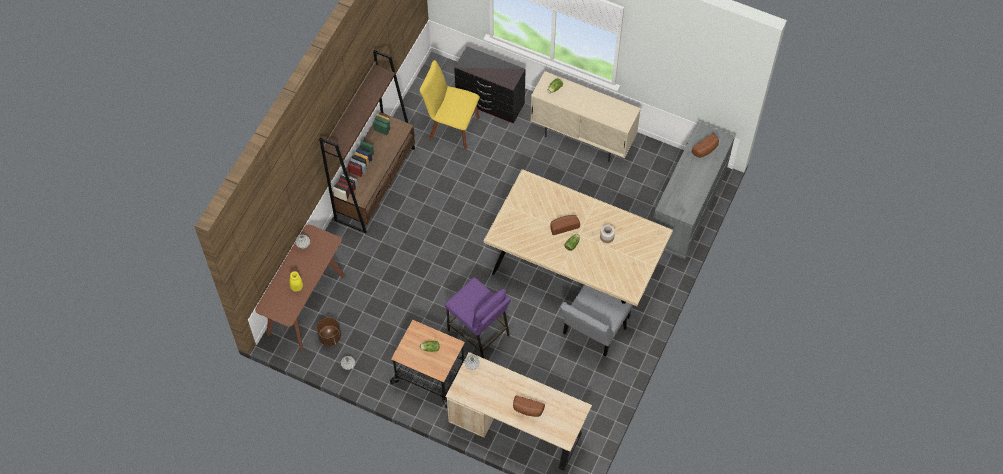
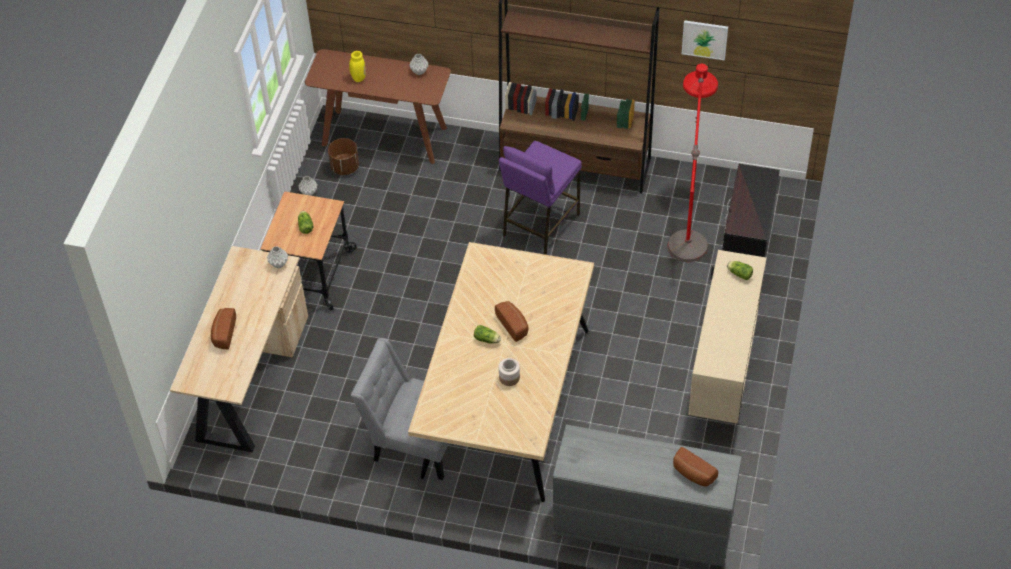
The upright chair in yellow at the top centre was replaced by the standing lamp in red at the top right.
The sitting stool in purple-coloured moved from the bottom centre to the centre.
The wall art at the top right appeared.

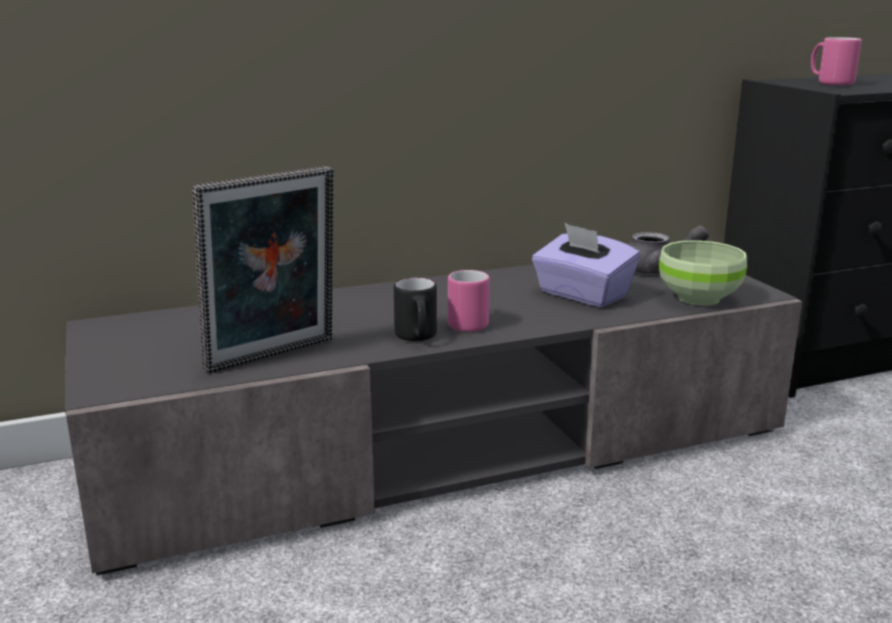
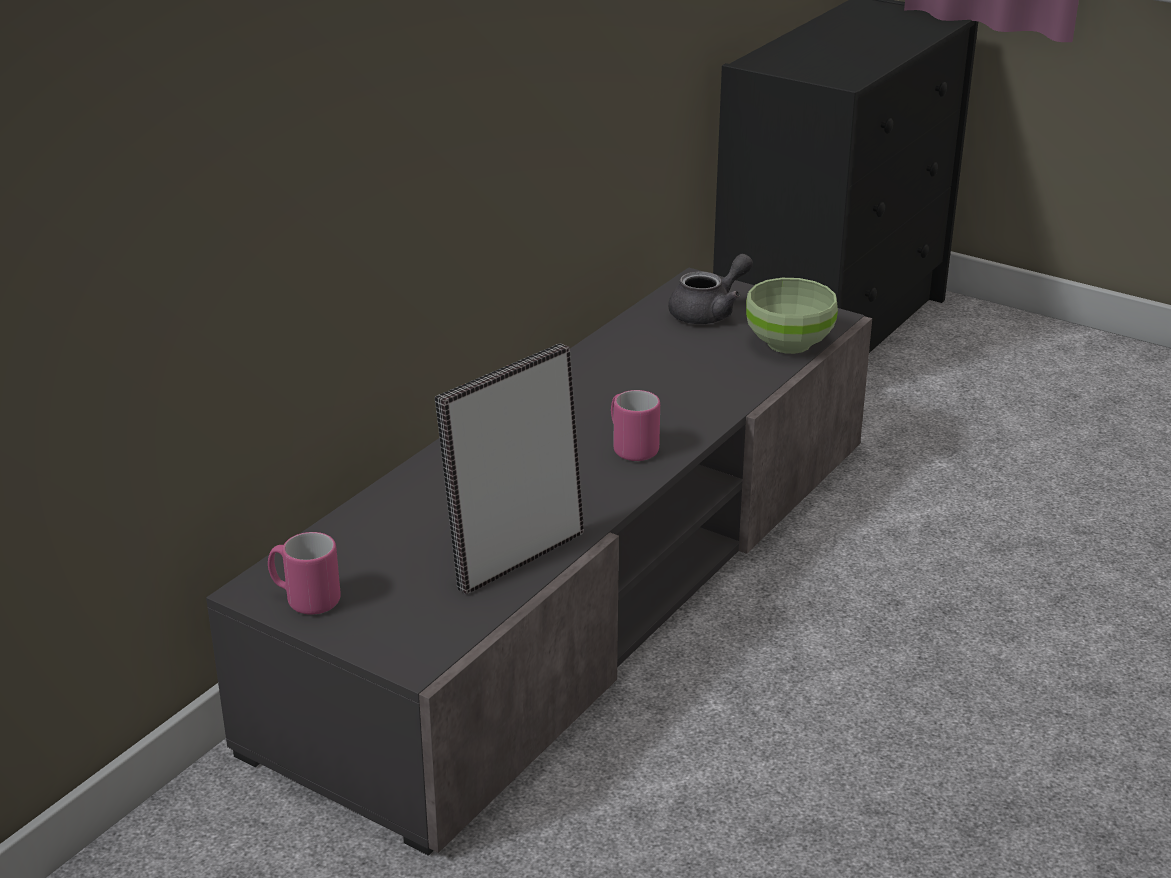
The picture frame at the middle left turned 150 degrees counterclockwise.
The mug in black-coloured at the centre disappeared.
The tissue holder in purple-coloured at the centre disappeared.
The mug in pink-coloured (no. 2 from left in the first image) moved from the top right to the middle left.

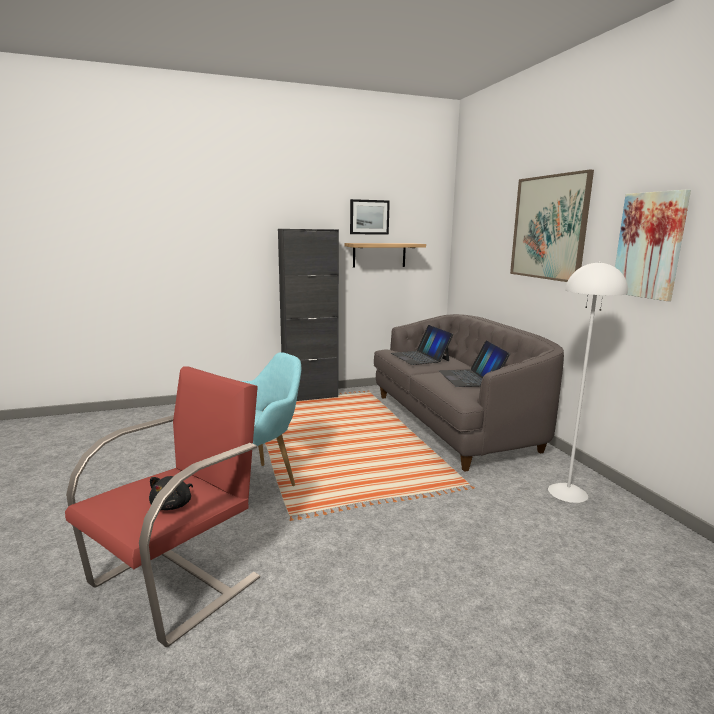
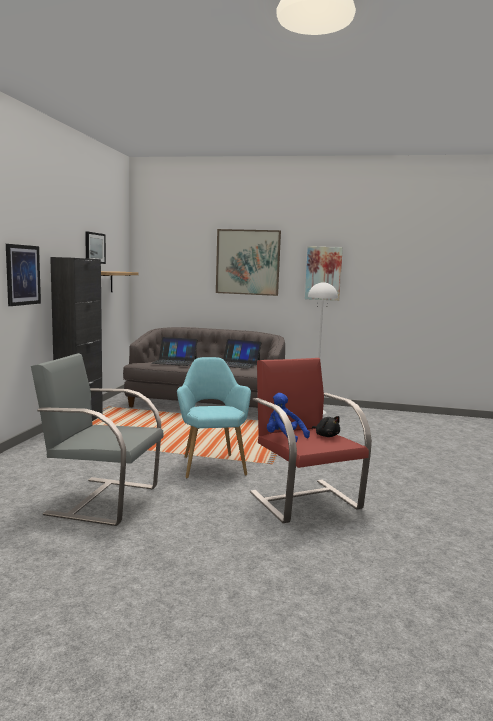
The wall art (no. 1 from left) at the middle left appeared.
The easy chair in grey at the middle left appeared.
The plush toy in blue-coloured at the centre appeared.

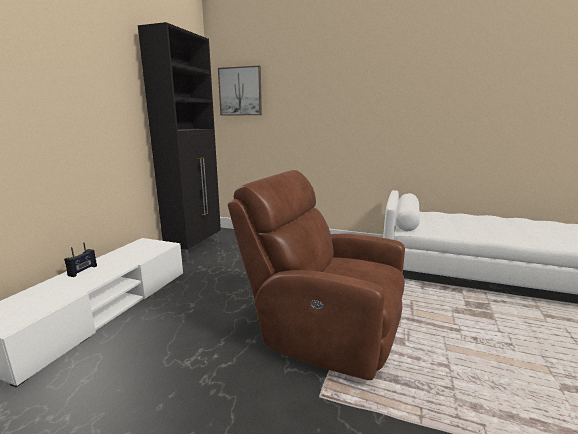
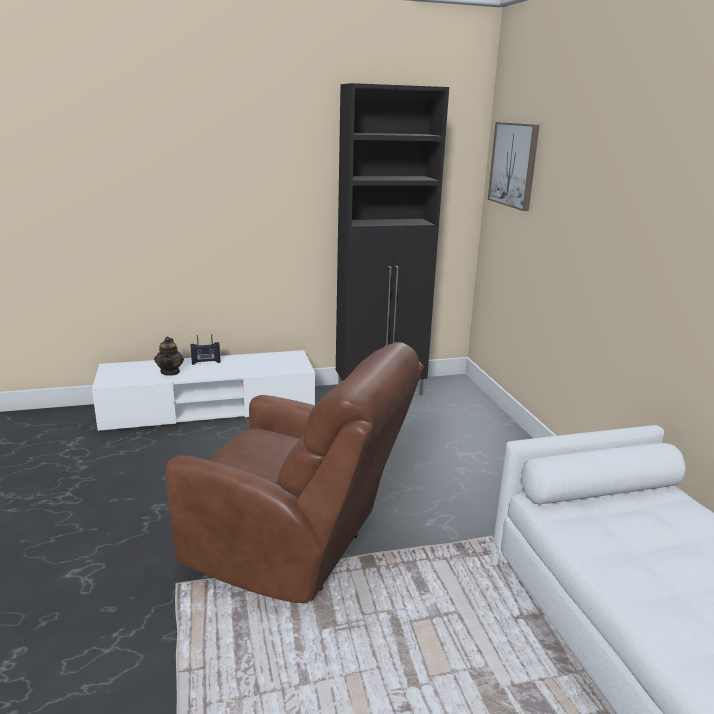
The easy chair in brown-coloured at the centre turned 120 degrees clockwise.
The teapot at the middle left appeared.

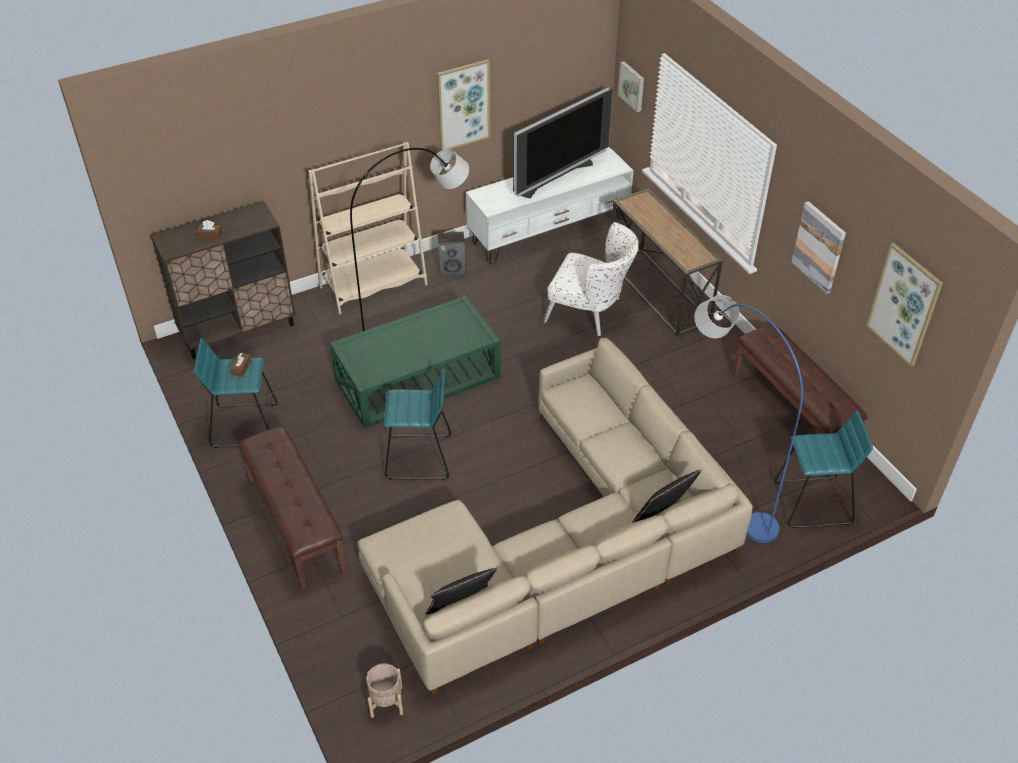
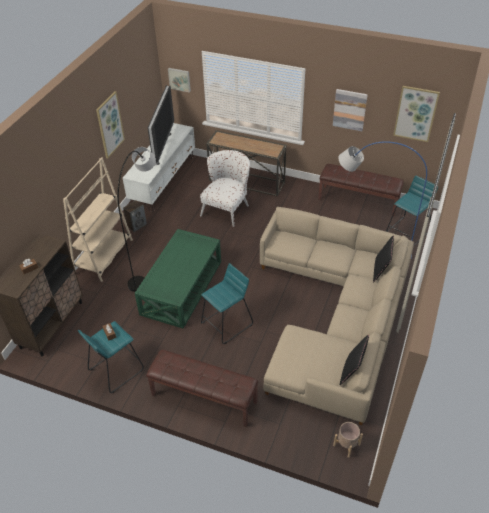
The easy chair in white-coloured at the centre turned 45 degrees counterclockwise.

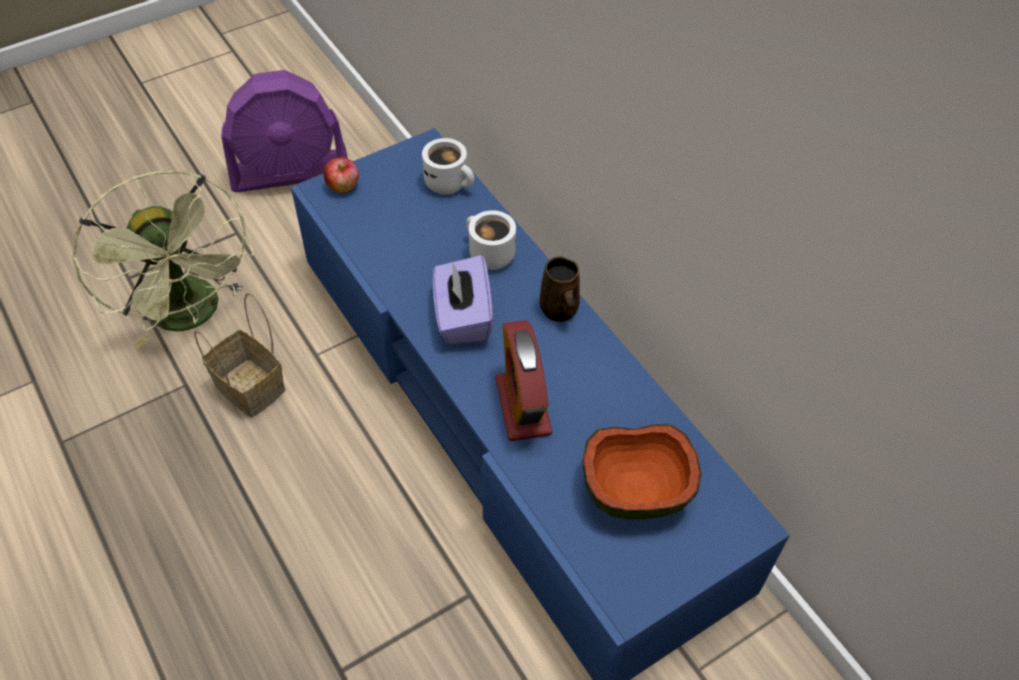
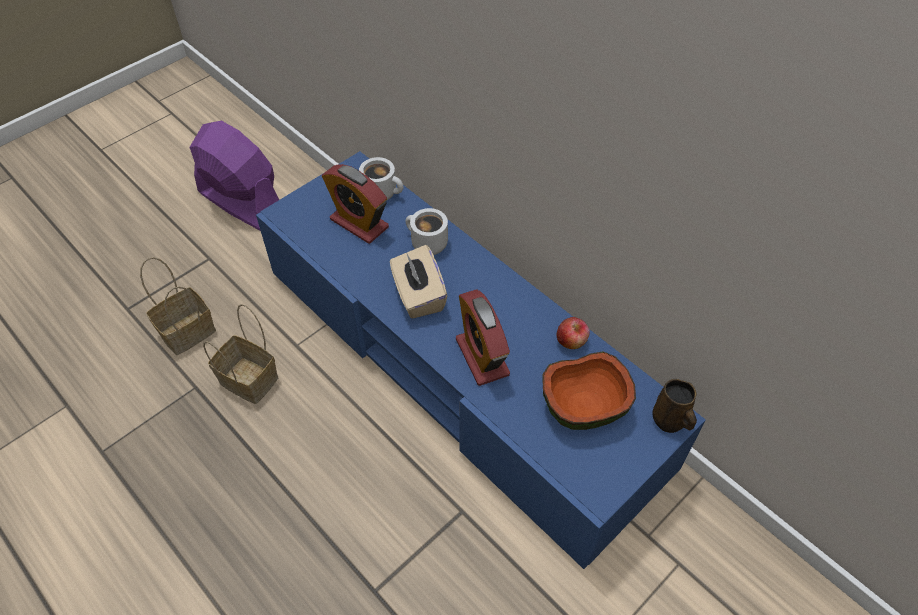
The electric fan in greenish at the middle left was replaced by the basket (no. 1 from left) at the middle left.
The electric fan in purple-coloured at the top left turned 120 degrees counterclockwise.
The apple moved from the top centre to the centre.
The tissue holder in purple-coloured at the centre became the tissue holder in sand-coloured at the centre.
The mug in brown-coloured moved from the centre to the middle right.
The bedside clock (no. 1 from left) at the top centre appeared.

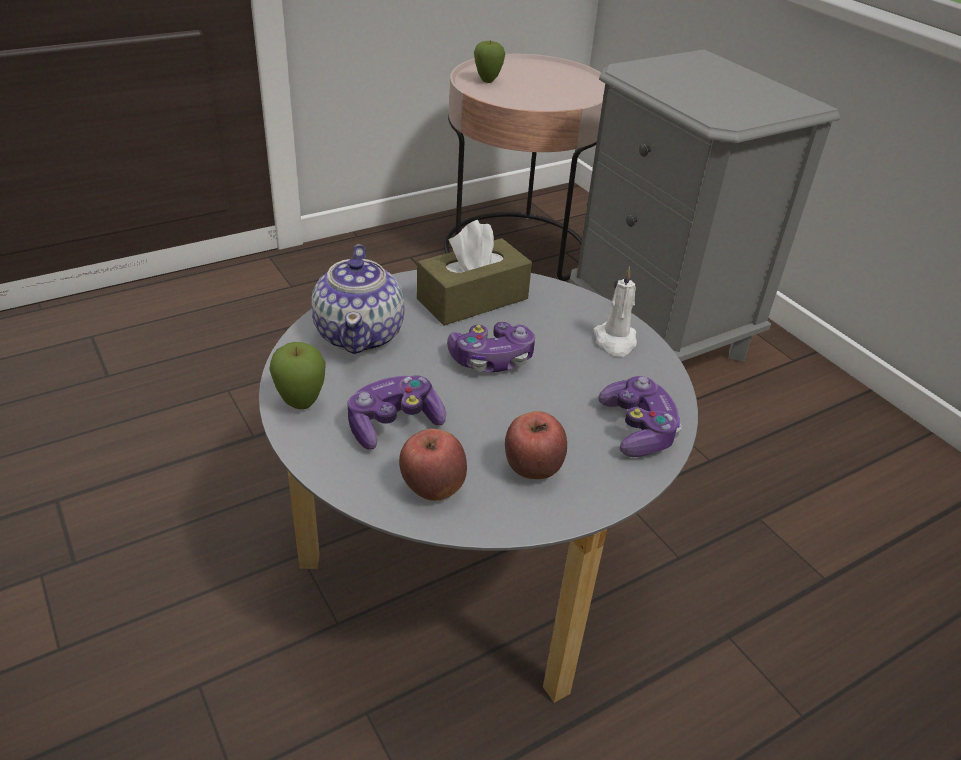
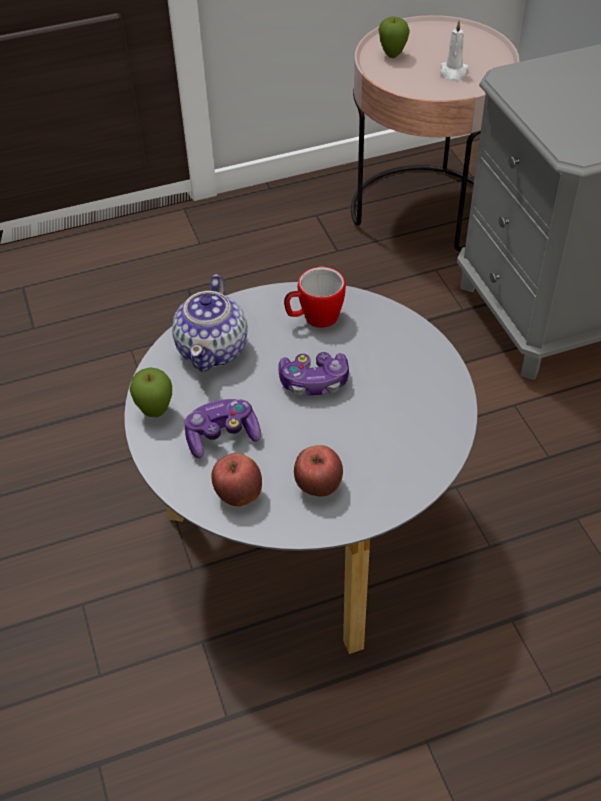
The tissue holder in brown-coloured at the centre was replaced by the mug at the centre.
The candle in white-coloured moved from the centre to the top right.
The joypad (no. 3 from left) at the centre disappeared.

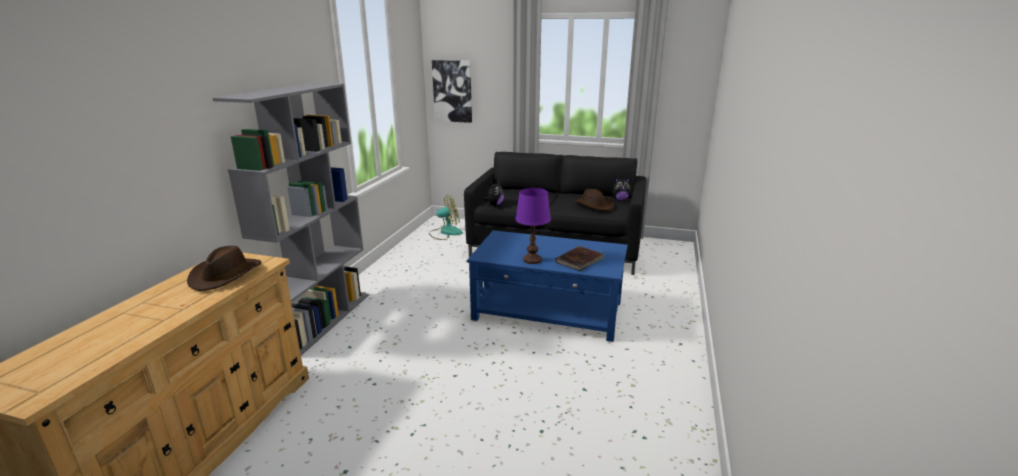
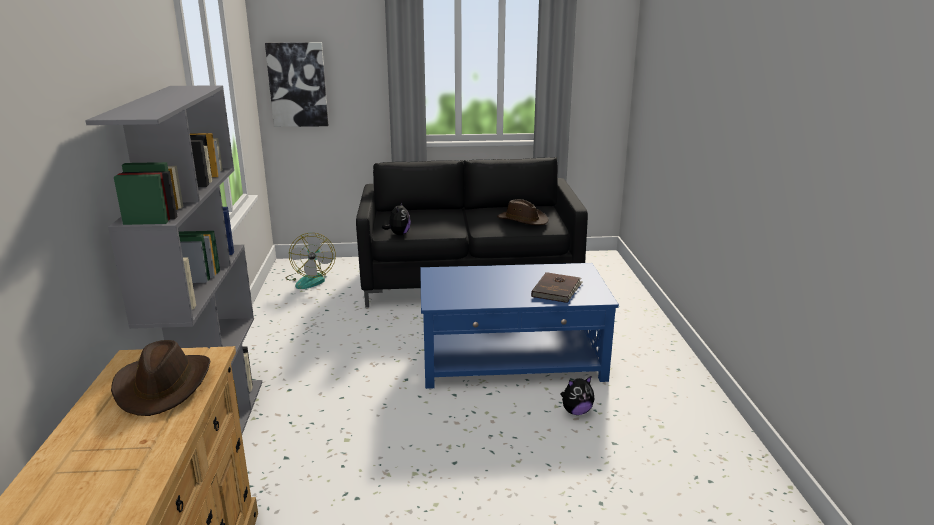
The electric fan at the centre turned 120 degrees clockwise.
The tabletop lamp in purple-coloured at the centre disappeared.
The plush toy (no. 2 from left) moved from the centre to the bottom centre.

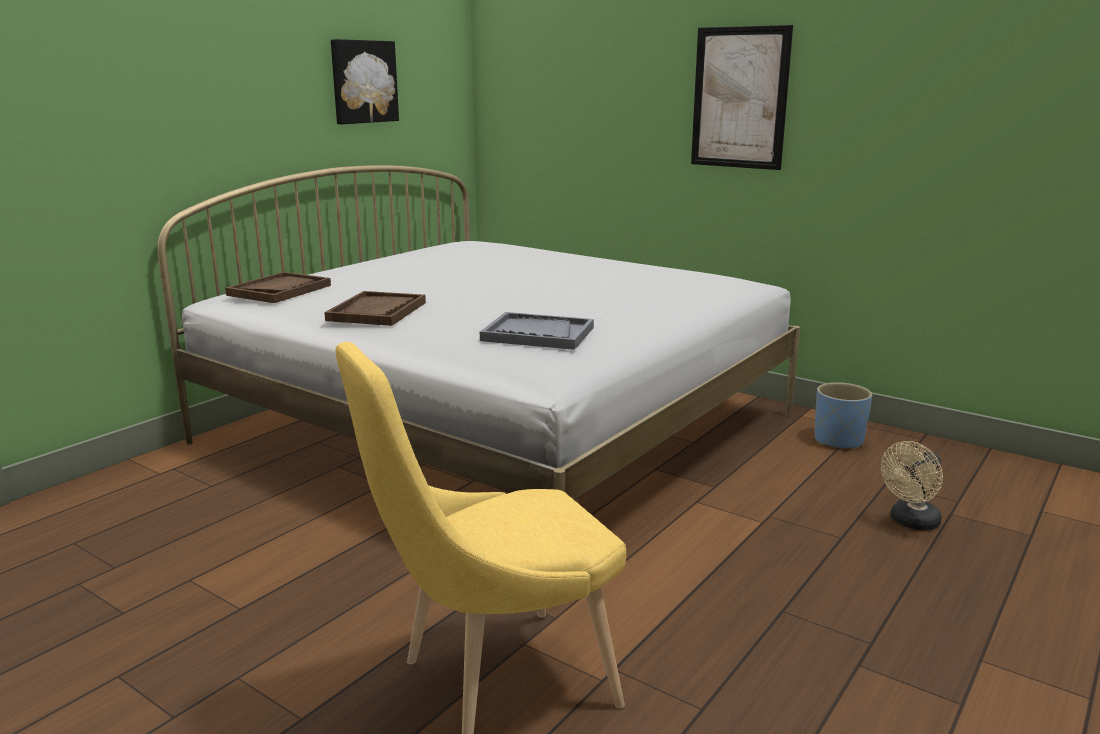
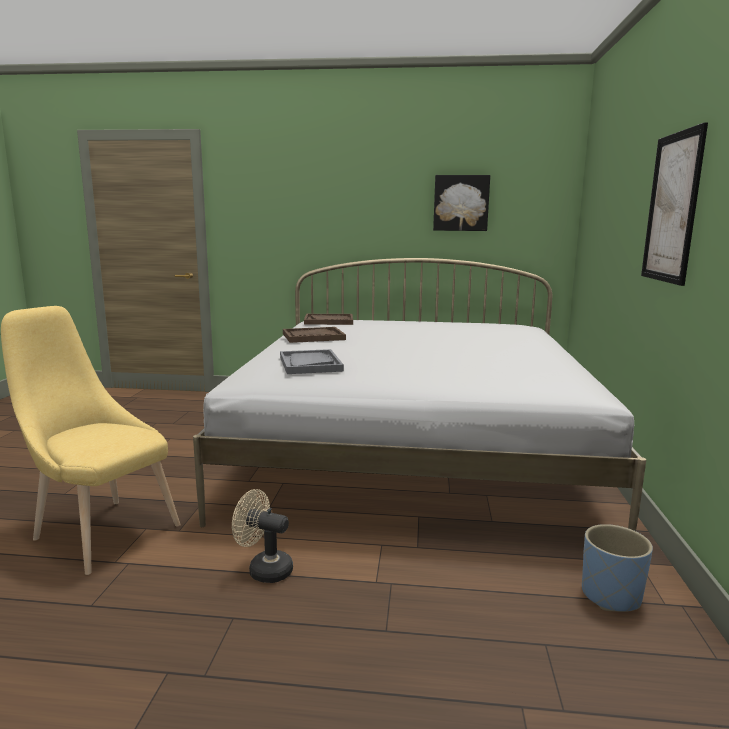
The electric fan in sand-coloured moved from the middle right to the bottom centre.

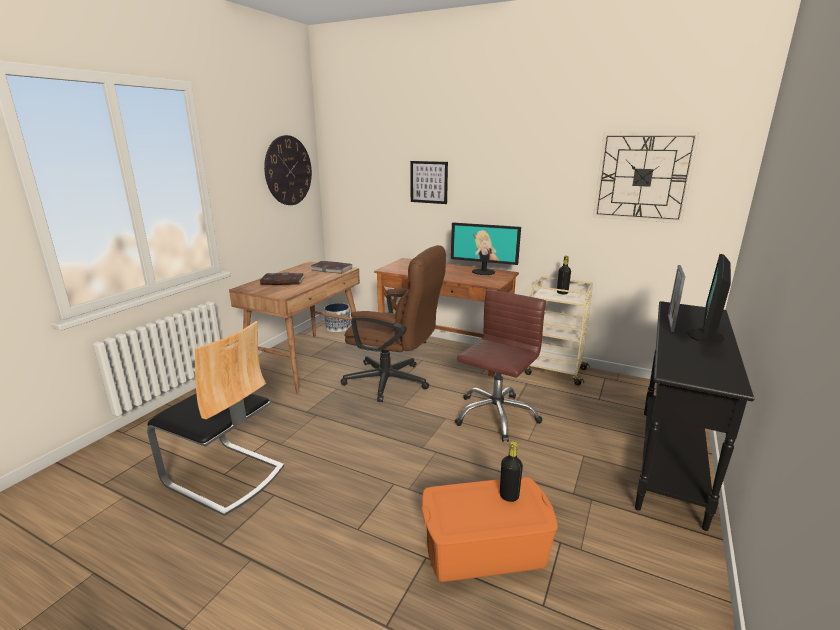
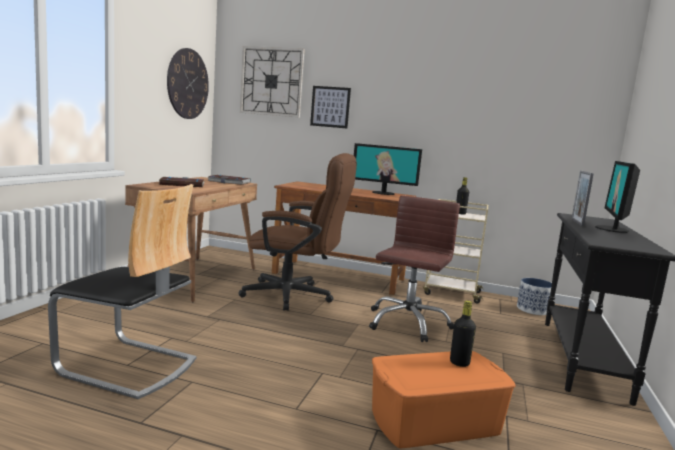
The plant pot moved from the centre to the middle right.
The clock on the wall (no. 2 from left) moved from the top right to the top centre.

